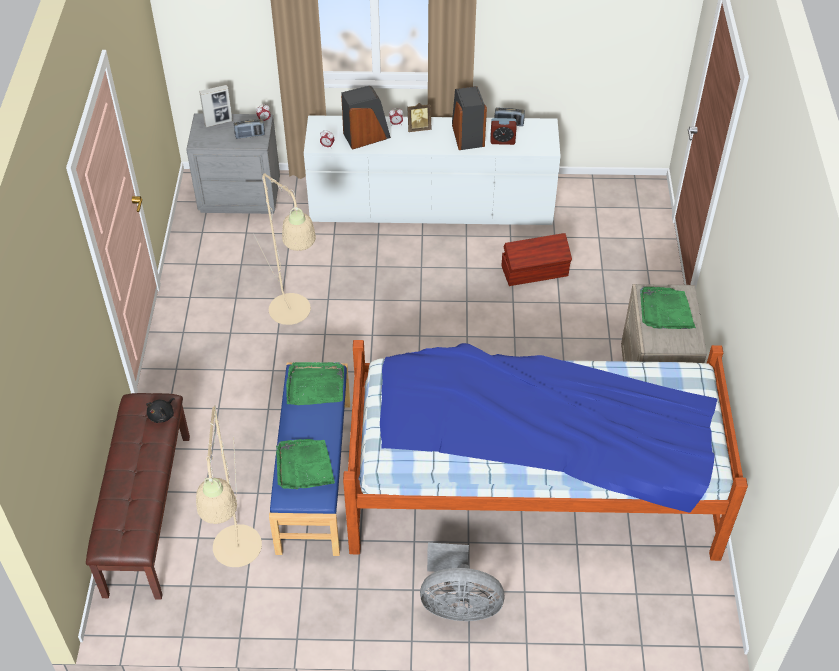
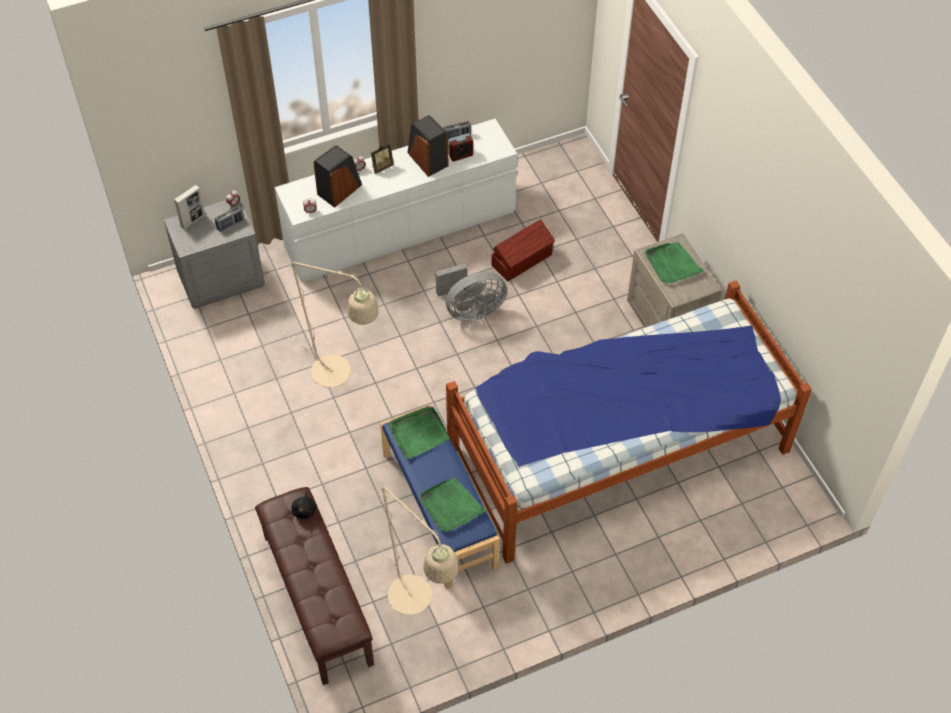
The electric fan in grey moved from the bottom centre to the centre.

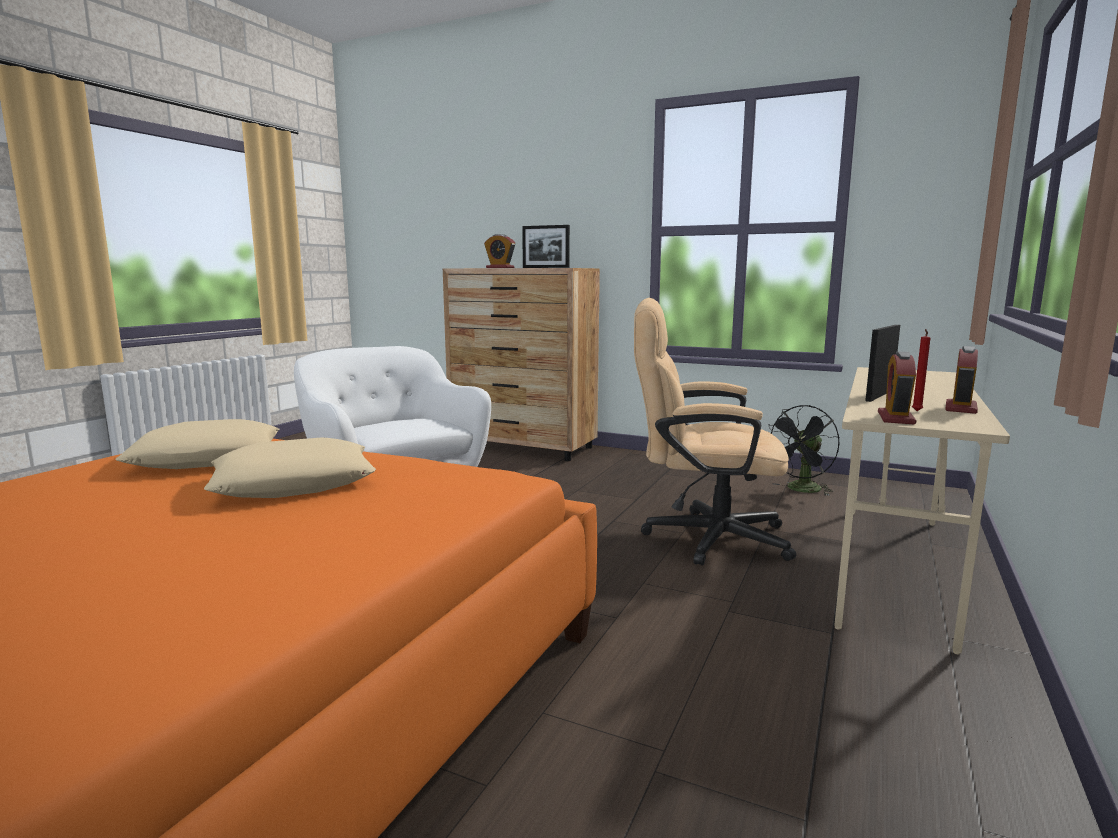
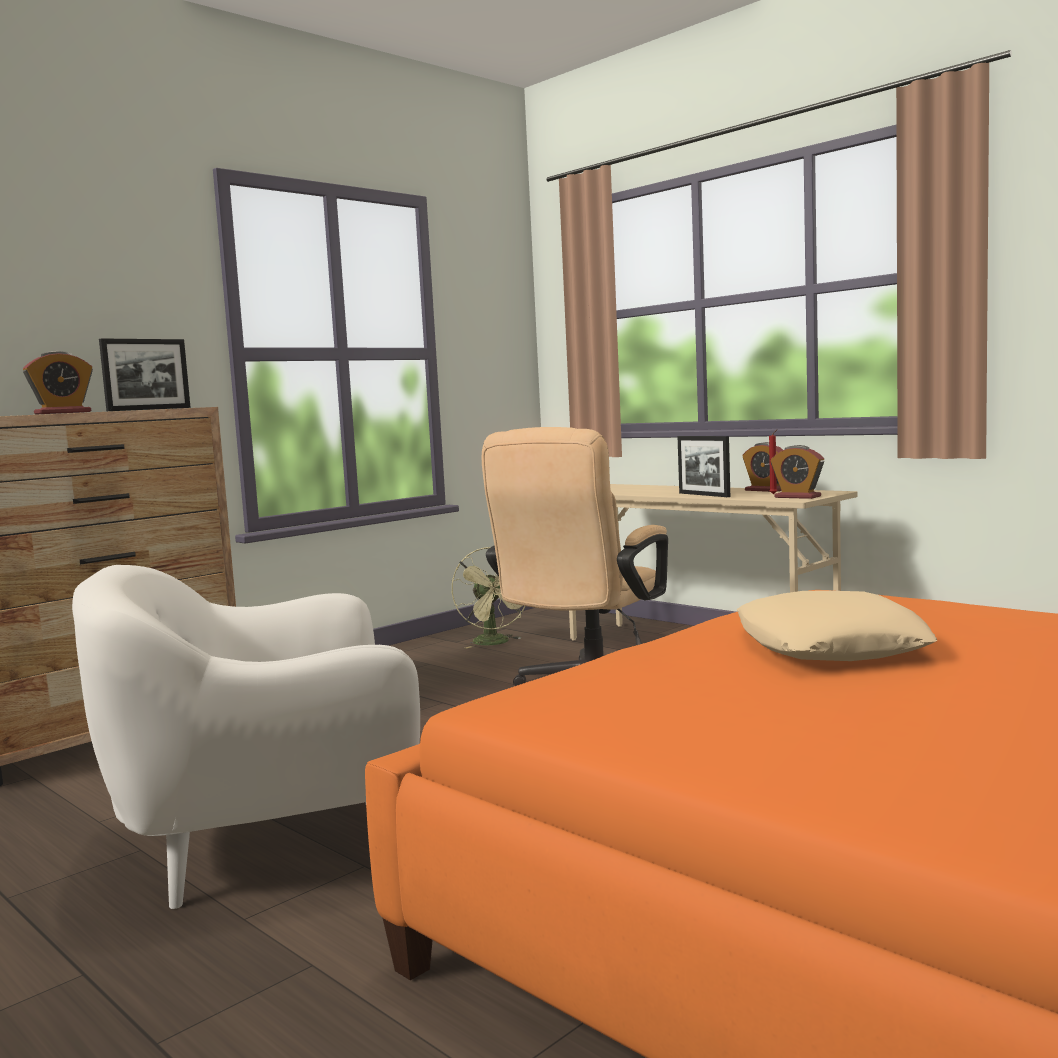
The cushion in sand-coloured (no. 1 from left) at the middle left disappeared.
The electric fan in black-coloured at the middle right became the electric fan in greenish at the centre.

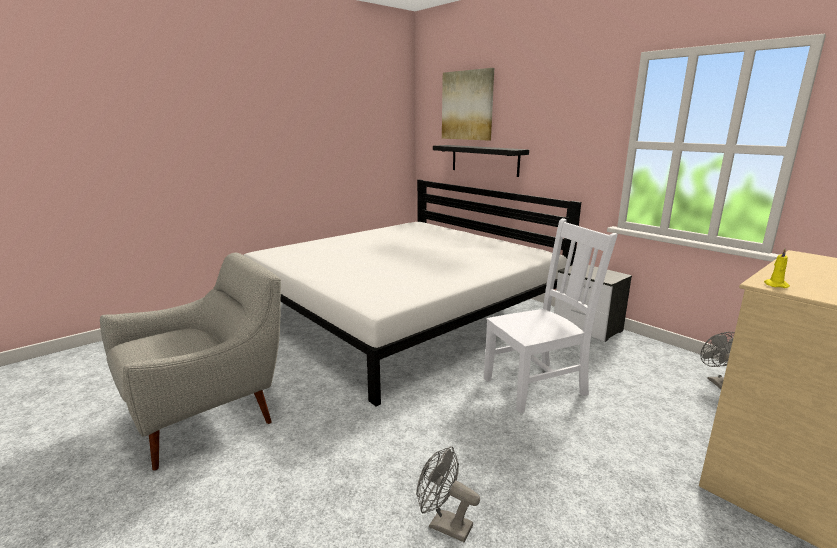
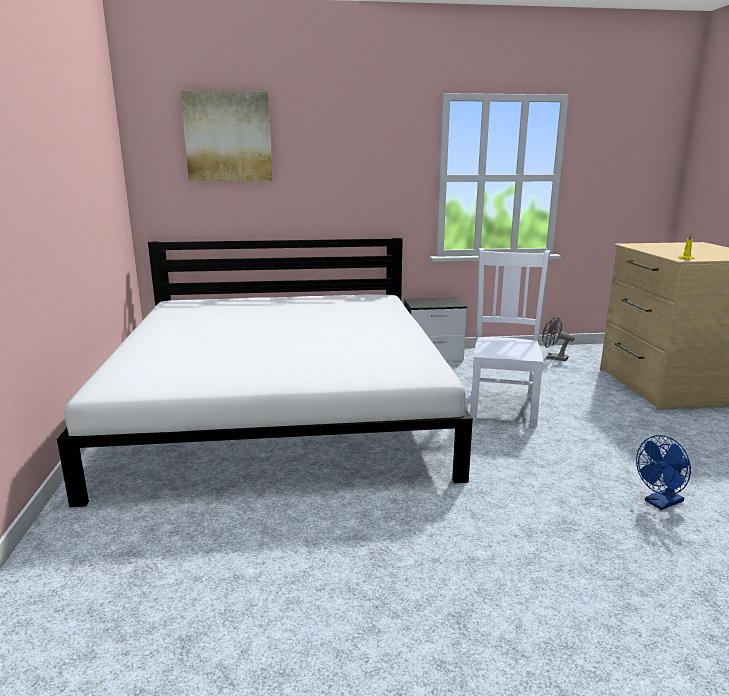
The easy chair in grey at the middle left disappeared.
The electric fan in grey (no. 1 from left) at the bottom centre became the electric fan in blue-coloured at the bottom right.
The bracket shelf in black-coloured at the top centre disappeared.

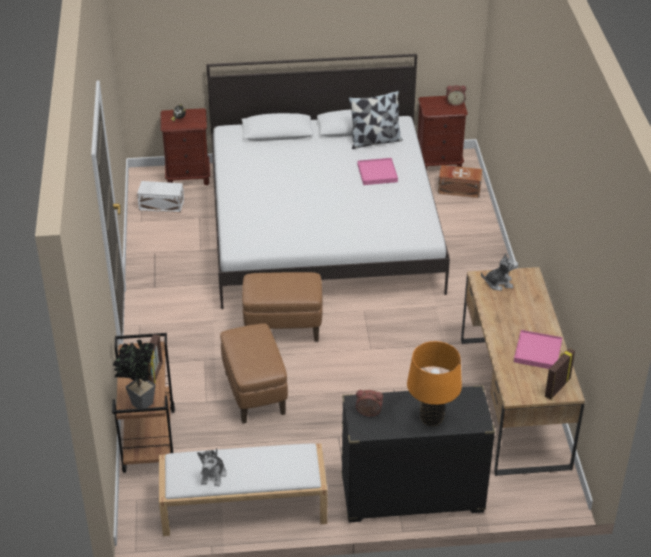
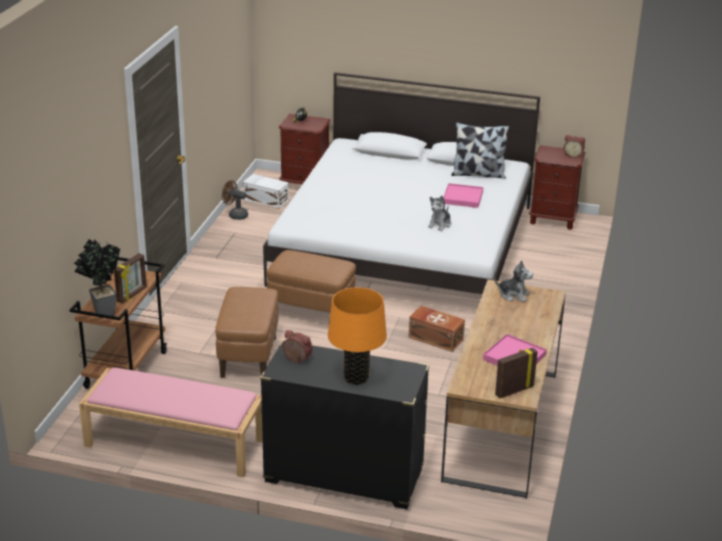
The long seat in white-coloured at the bottom centre became the long seat in pink-coloured at the bottom left.
The plush toy (no. 1 from left) moved from the bottom left to the centre.
The storage bin in brown-coloured moved from the top right to the centre.
The electric fan in brown-coloured at the middle left appeared.

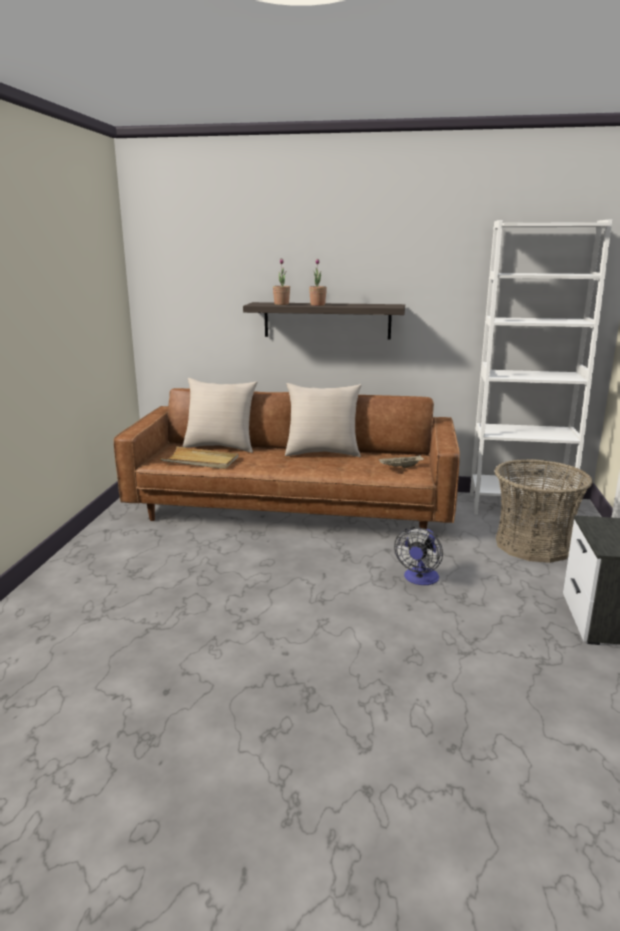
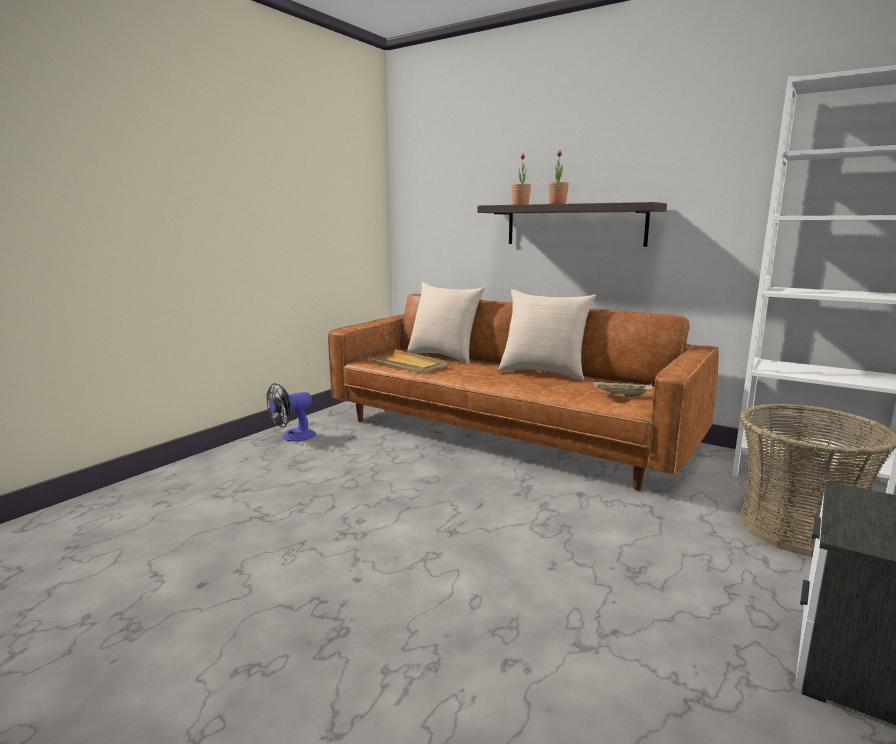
The electric fan moved from the middle right to the middle left.

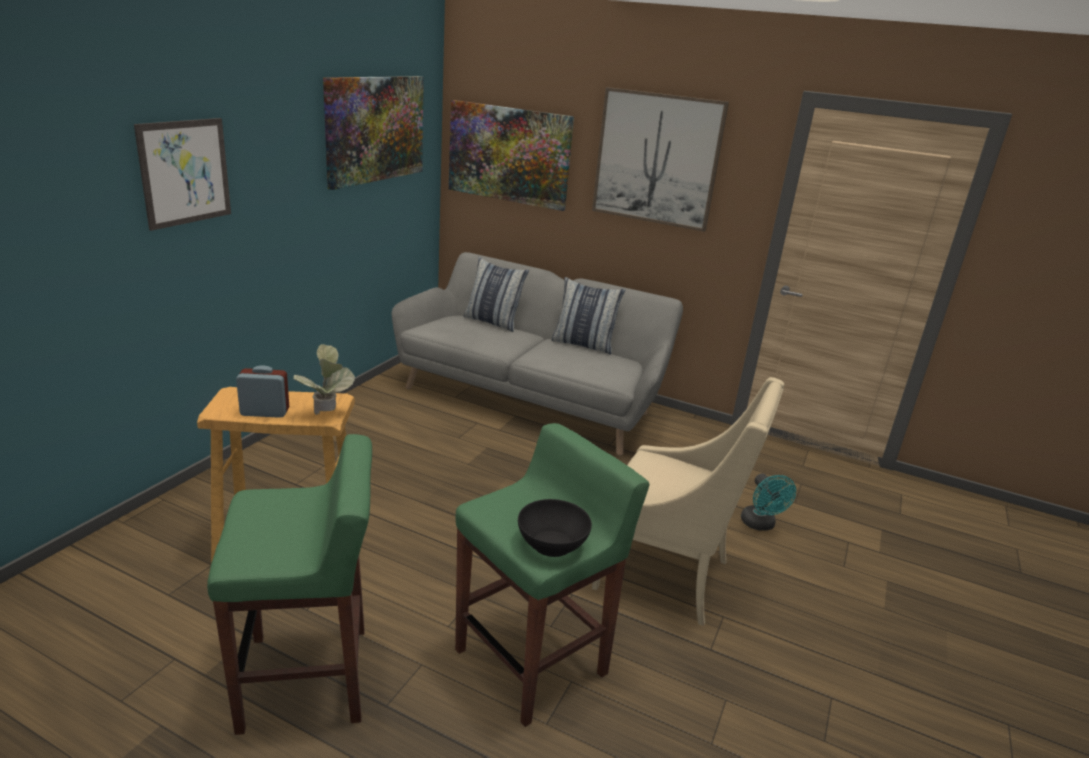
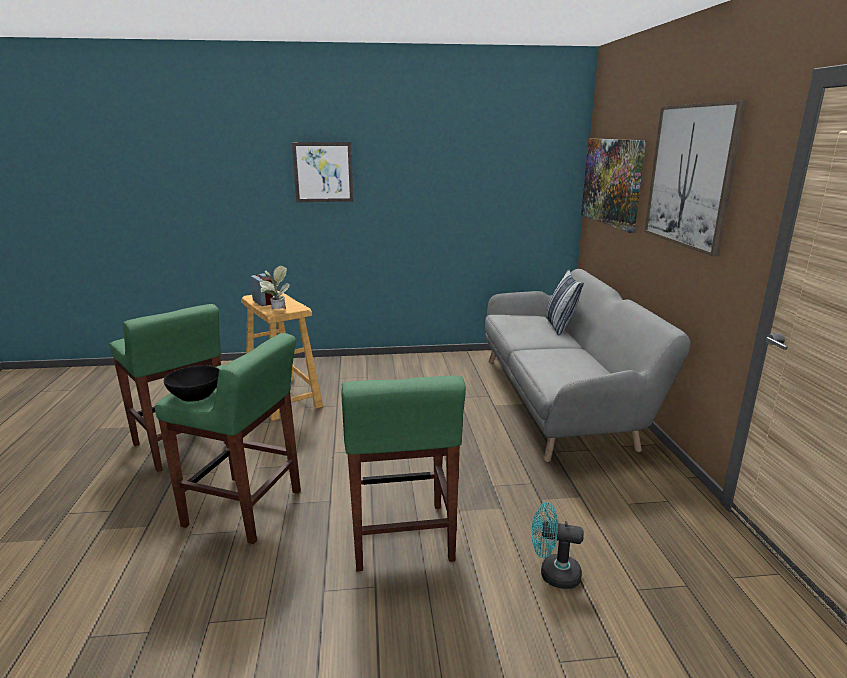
The wall art (no. 2 from left) at the top centre disappeared.
The cushion (no. 2 from left) at the centre disappeared.
The easy chair in sand-coloured at the centre was replaced by the sitting stool in greenish (no. 3 from left) at the bottom centre.
The electric fan in turquoise-coloured at the middle right turned 60 degrees clockwise.

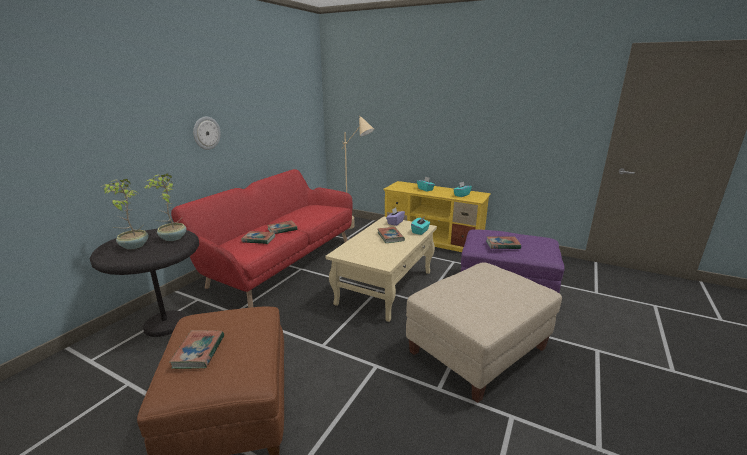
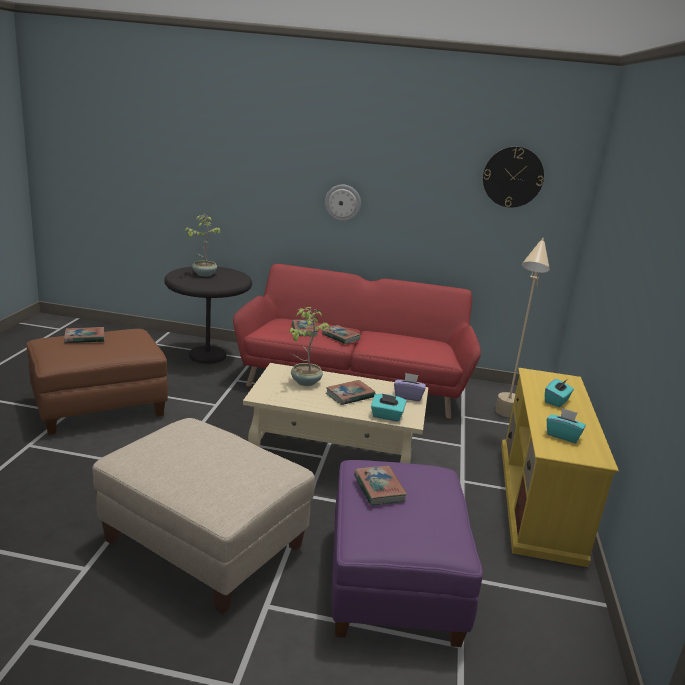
The houseplant (no. 2 from left) moved from the middle left to the centre.
The clock on the wall (no. 2 from left) at the top right appeared.

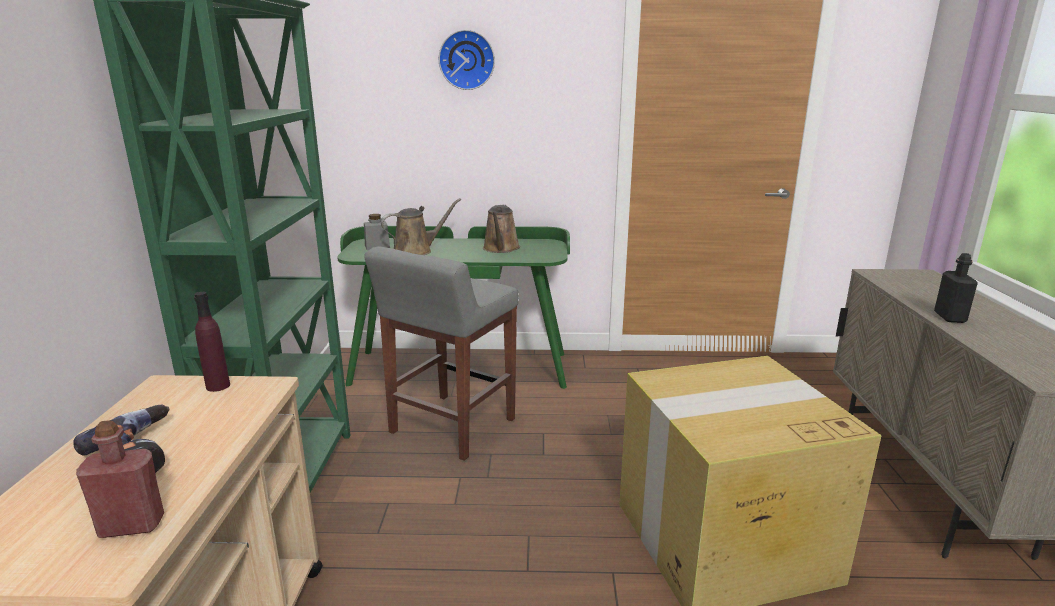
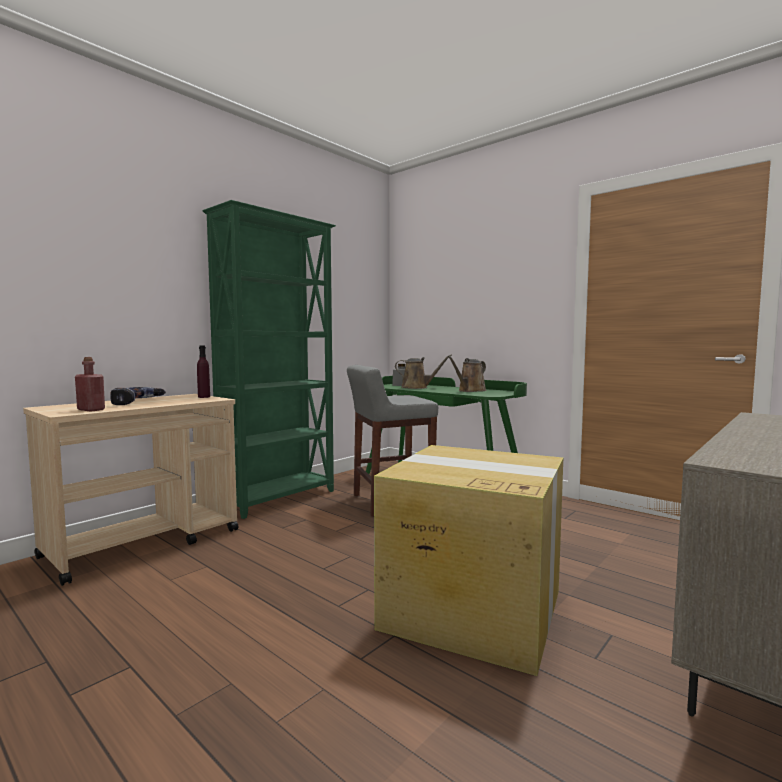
The clock on the wall at the top centre disappeared.
The drink bottle in black-coloured at the middle right disappeared.

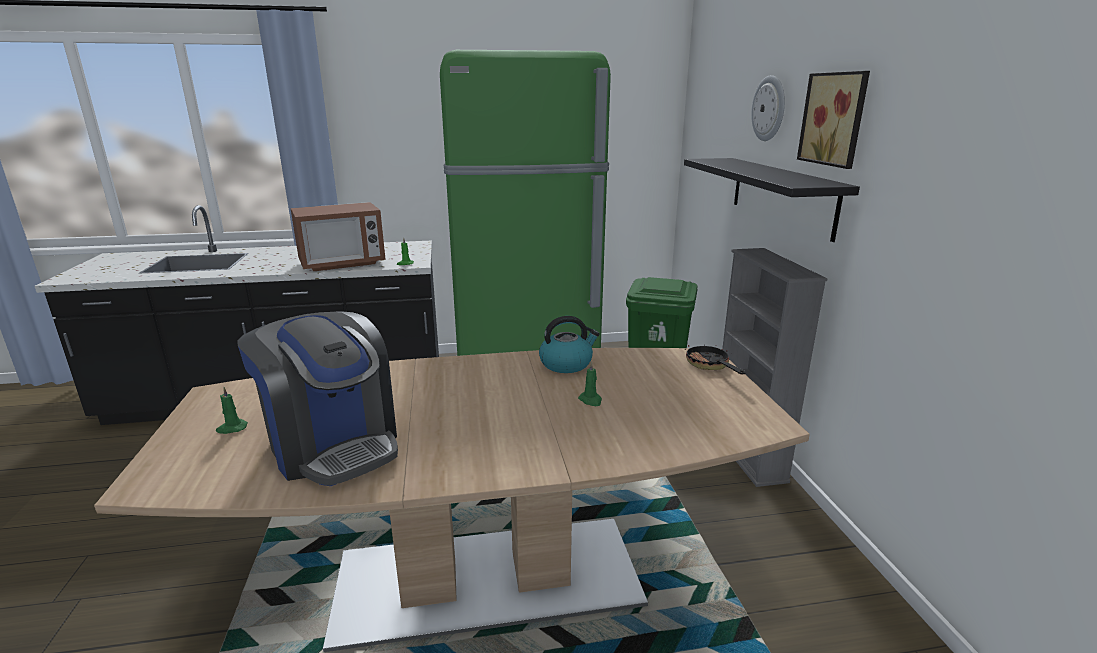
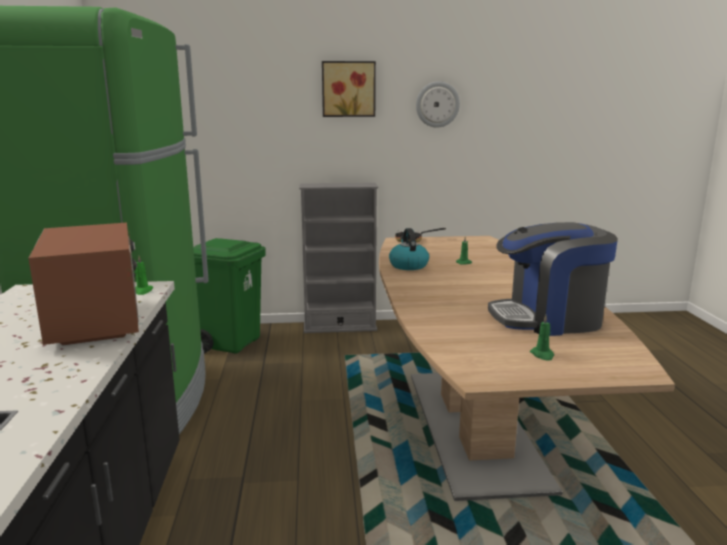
The coffee brewer at the middle left turned 150 degrees counterclockwise.
The bracket shelf in black-coloured at the top right disappeared.
The clock on the wall moved from the top right to the top centre.

